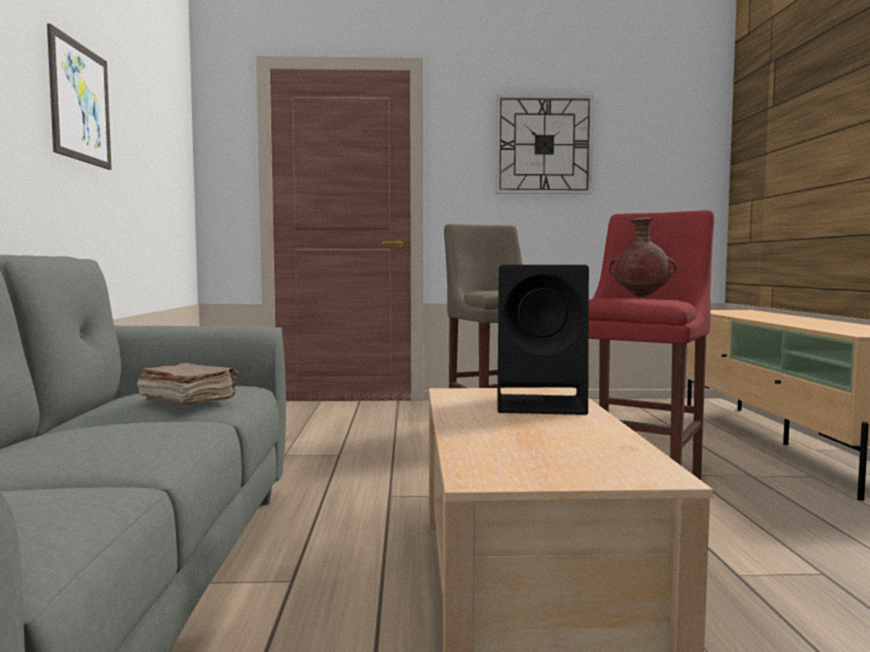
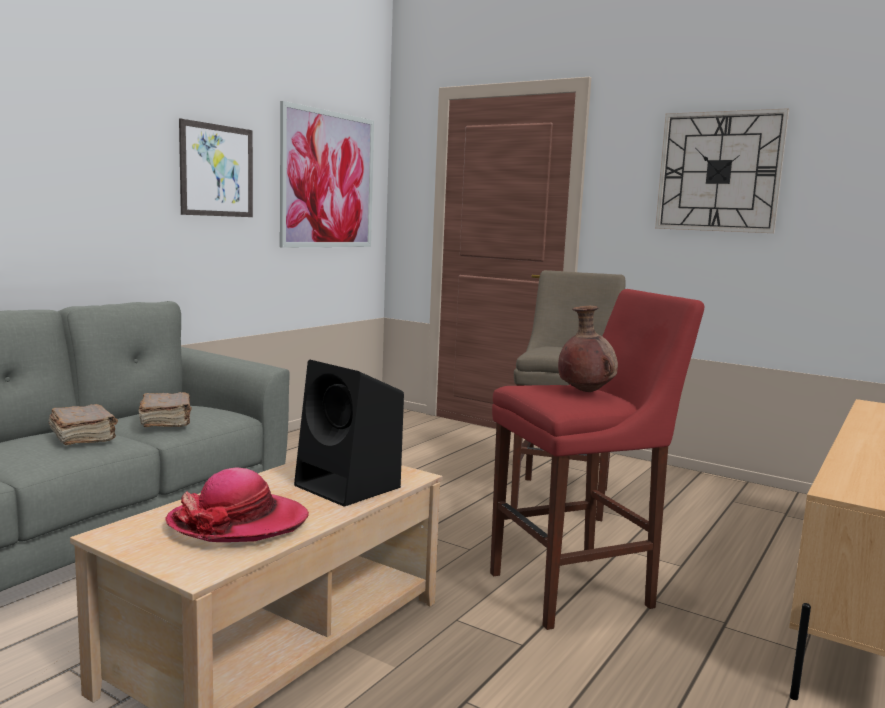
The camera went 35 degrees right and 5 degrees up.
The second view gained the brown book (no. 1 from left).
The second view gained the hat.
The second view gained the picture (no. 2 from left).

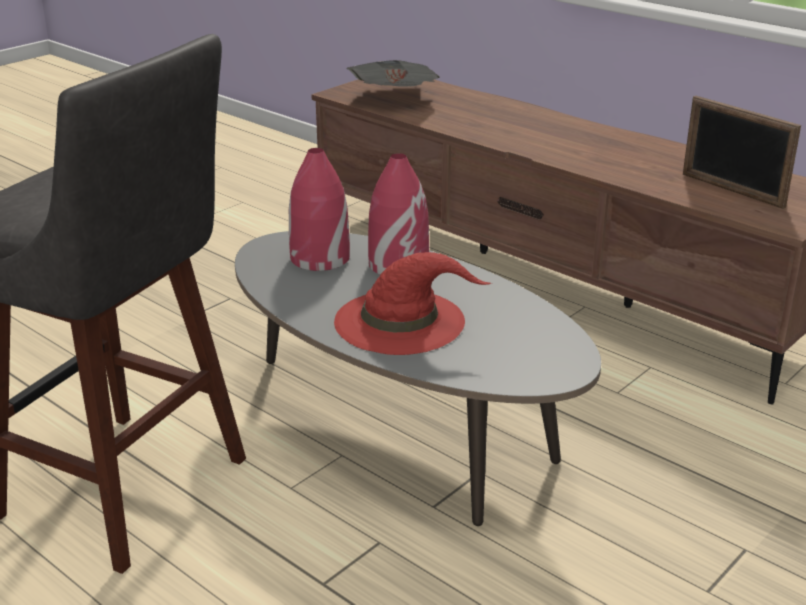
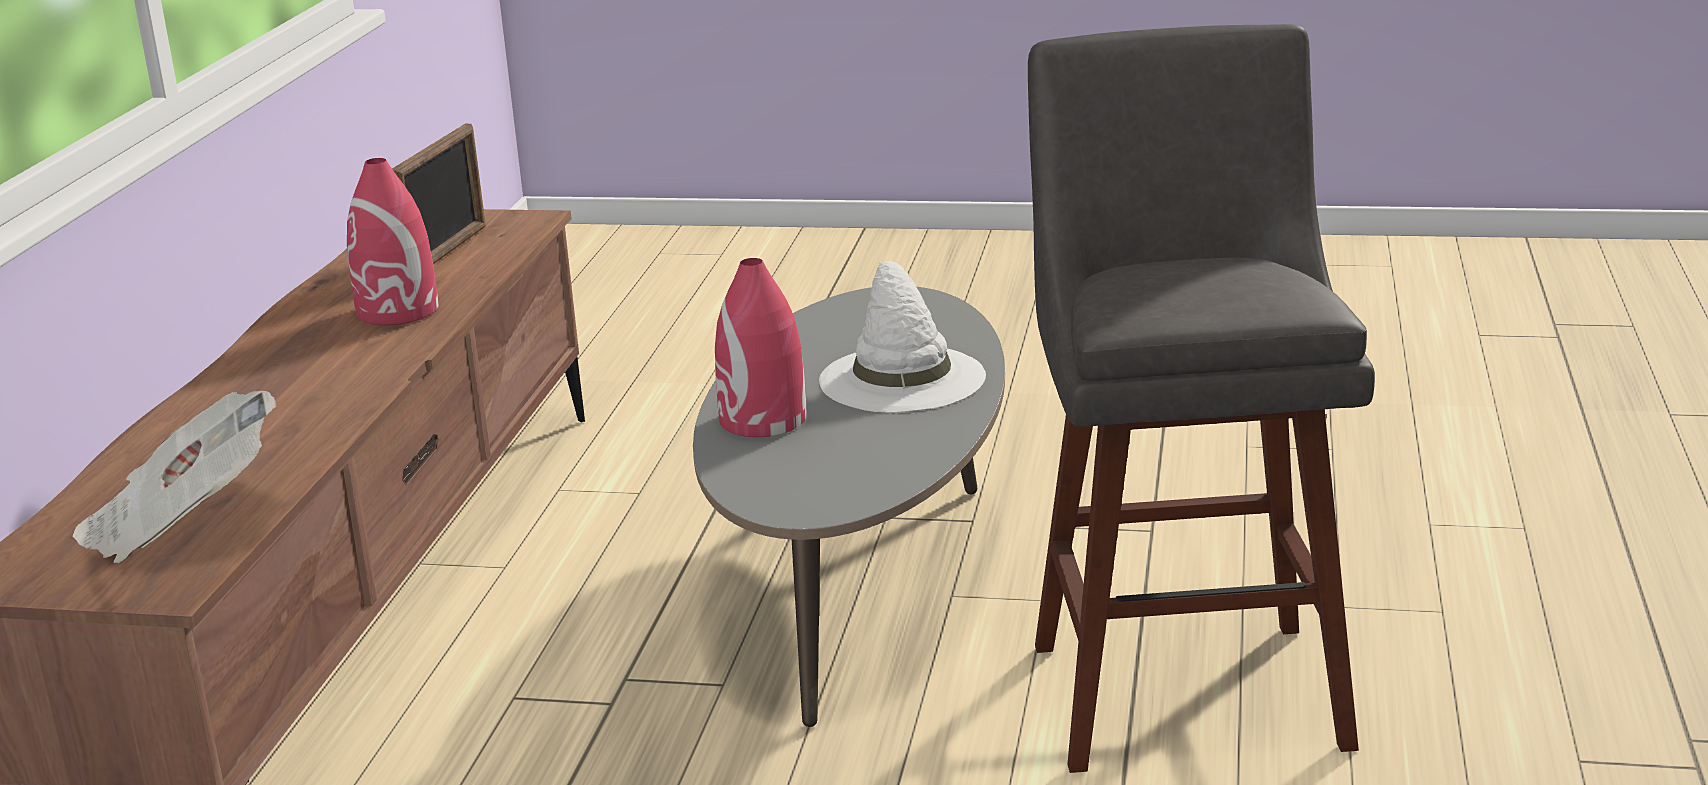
The camera went 120 degrees left and 5 degrees down.
The red vase (no. 1 from left) ended up elsewhere.
What was the red hat turned into the white hat.

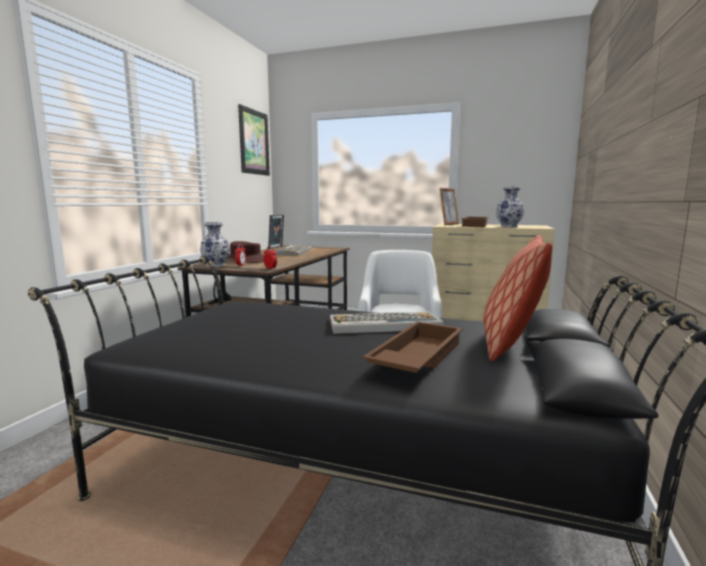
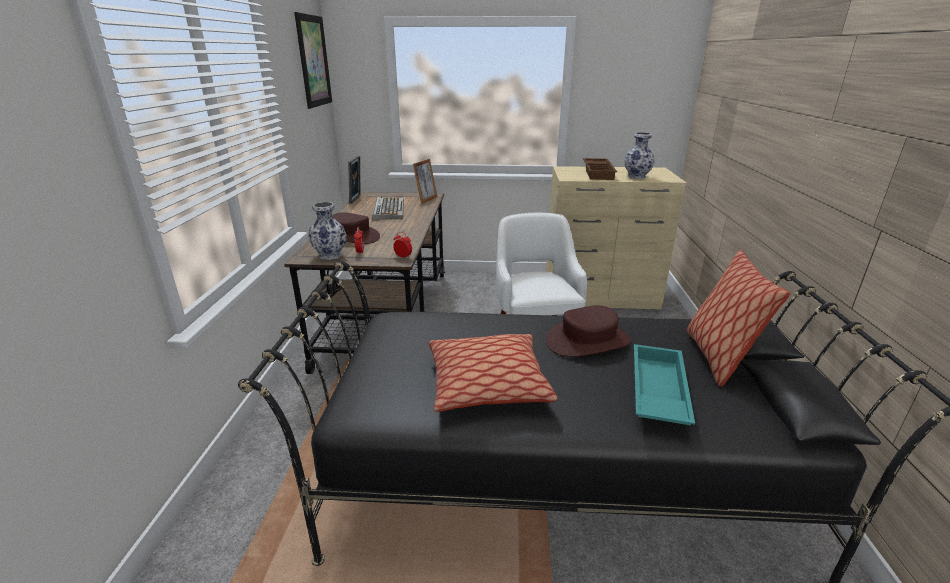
The camera went 15 degrees left and 15 degrees up.
The picture frame (no. 2 from left) ended up elsewhere.
The second view gained the pillow (no. 1 from left).
Where the keyboard (no. 2 from left) stood, the brown hat (no. 2 from left) came to stand.
What was the brown tray (no. 1 from left) turned into the turquoise tray.

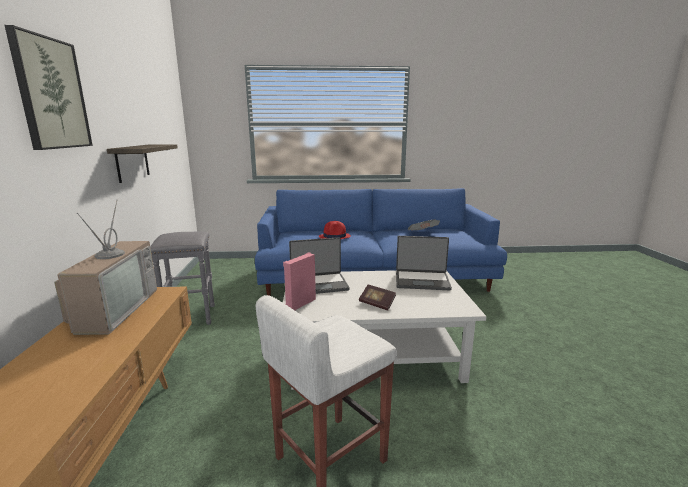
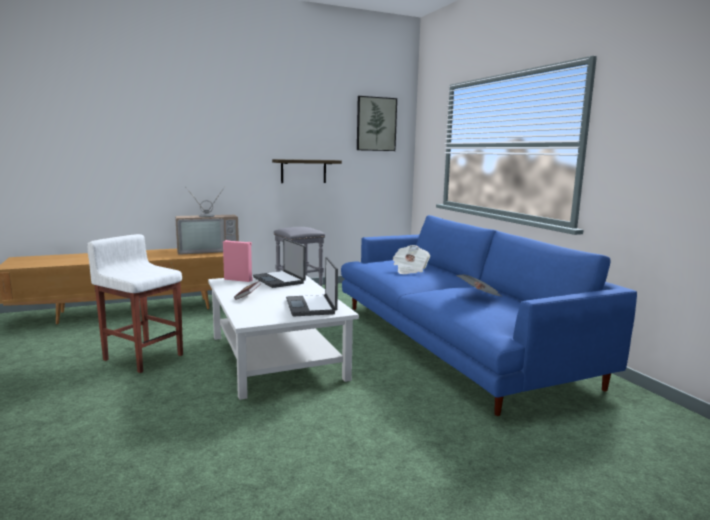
The camera went 70 degrees right and 5 degrees down.
The picture ended up elsewhere.
Where the red hat stood, the newspaper (no. 1 from left) came to stand.

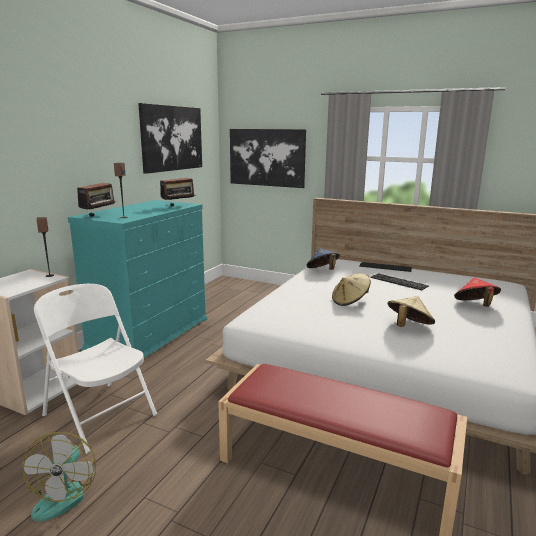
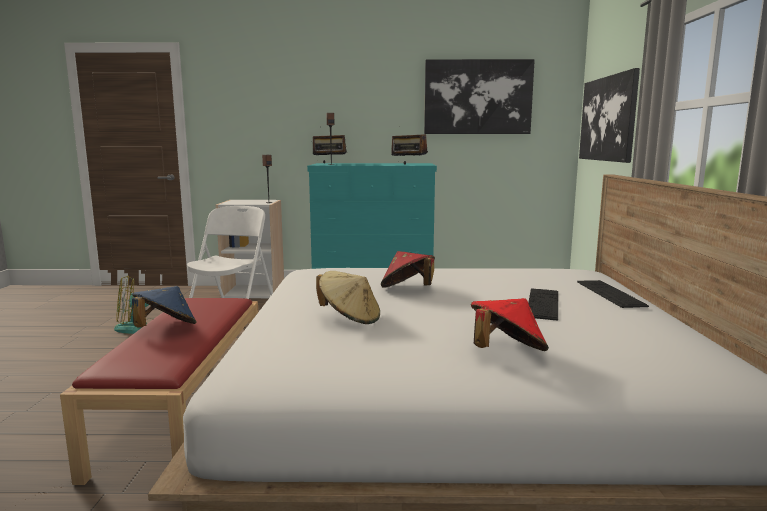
The camera went 65 degrees right and 5 degrees down.
The blue hat ended up elsewhere.
What was the beige hat (no. 1 from left) turned into the red hat (no. 1 from left).

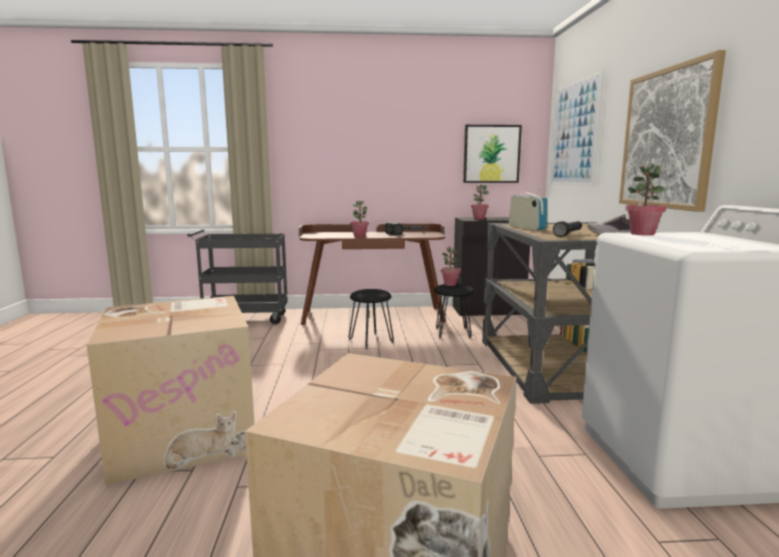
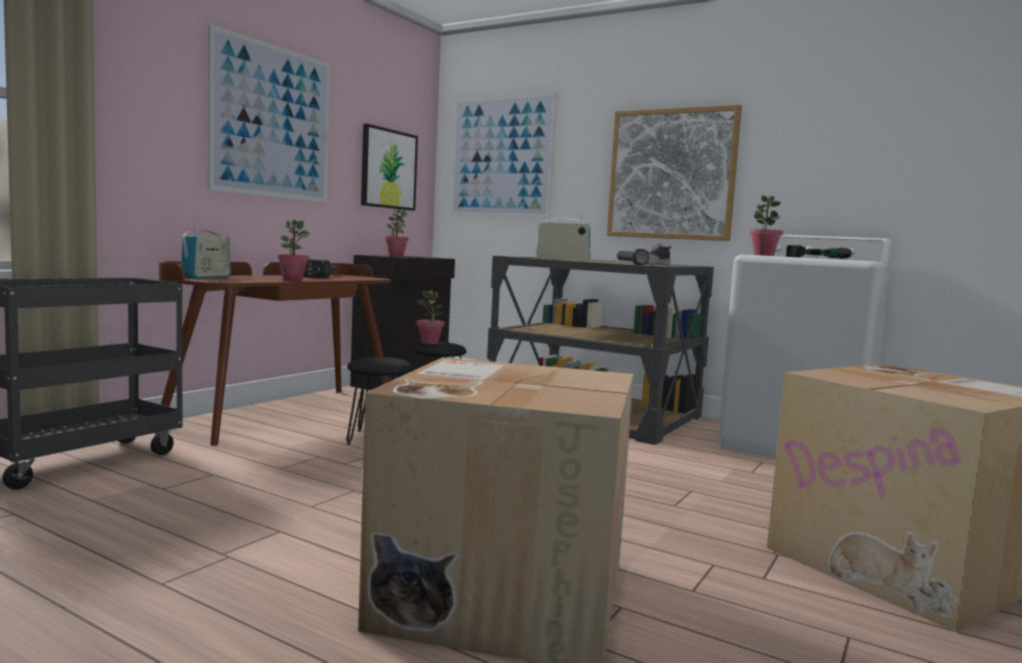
The camera went 55 degrees left and 5 degrees down.
The second view gained the radio (no. 1 from left).
The second view gained the picture (no. 1 from left).
The second view gained the power drill.

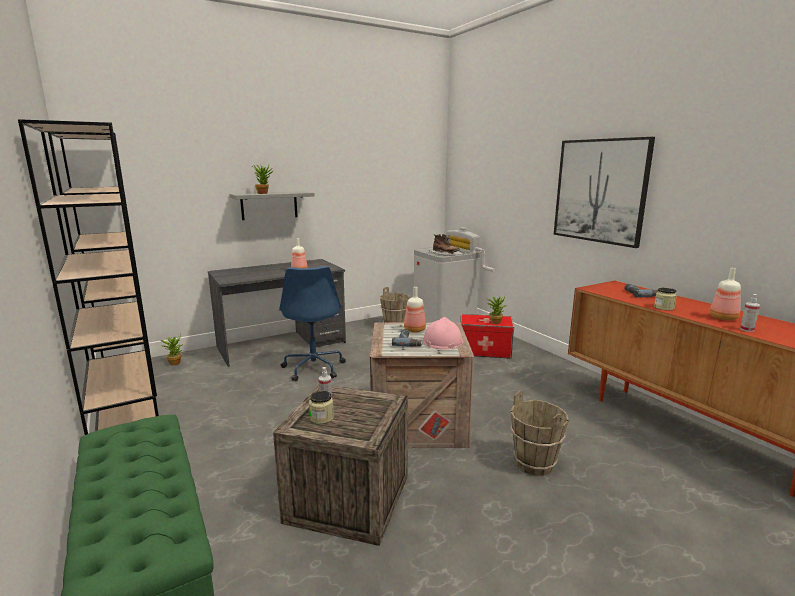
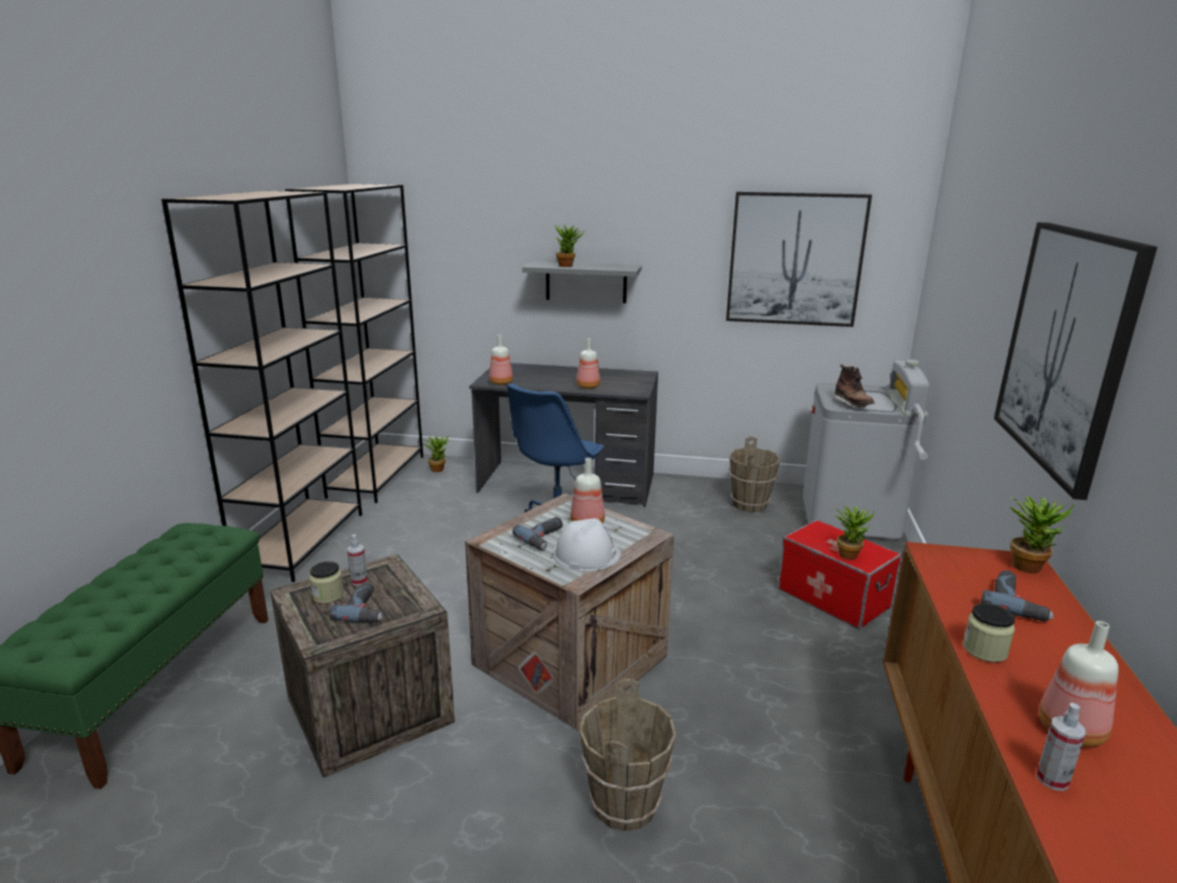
The camera went 40 degrees right and 5 degrees up.
The second view gained the power drill (no. 1 from left).
The second view gained the bottle (no. 1 from left).
What was the pink hard hat turned into the white hard hat.
The second view gained the picture (no. 1 from left).
The second view gained the potted plant (no. 4 from left).

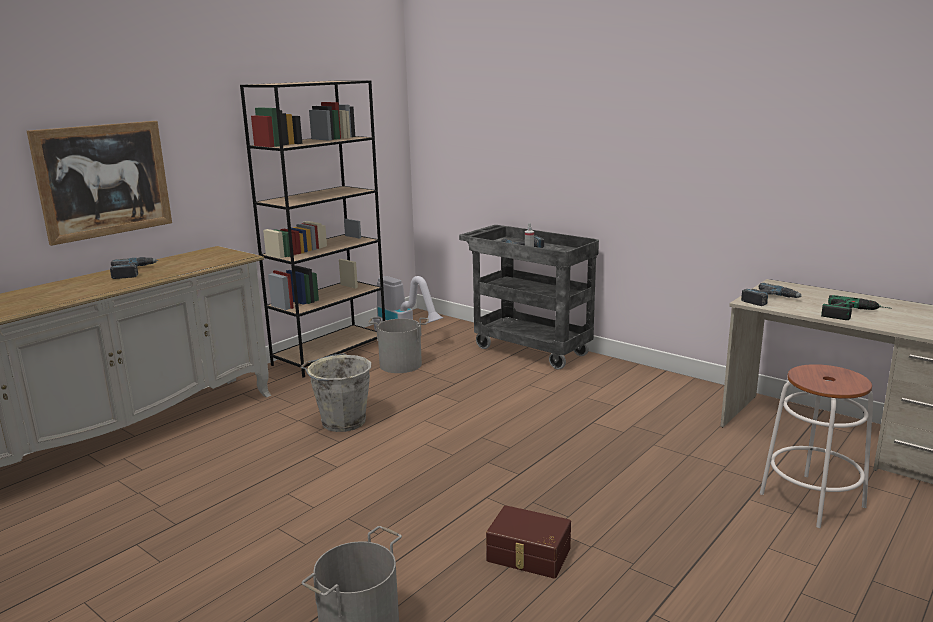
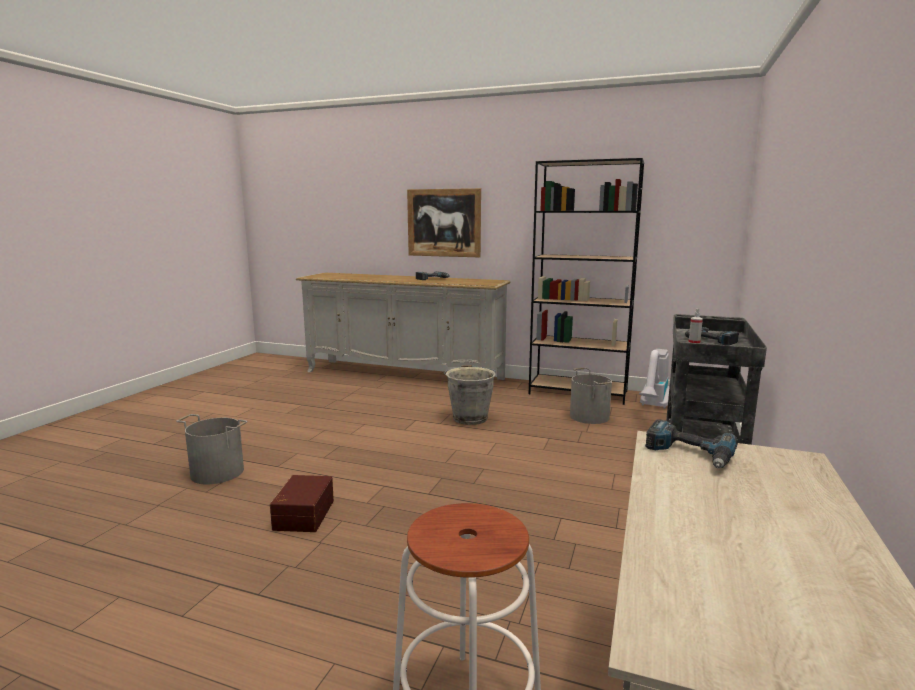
The camera went 70 degrees right and 5 degrees down.
The second view lost the power drill (no. 4 from left).

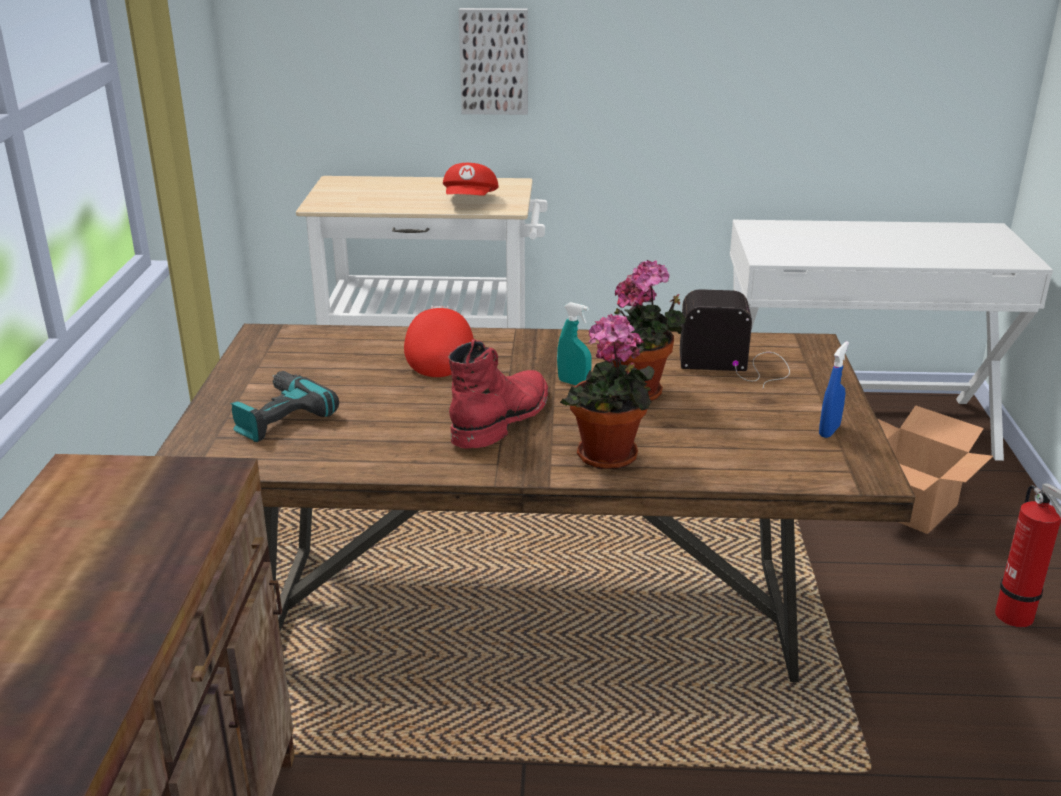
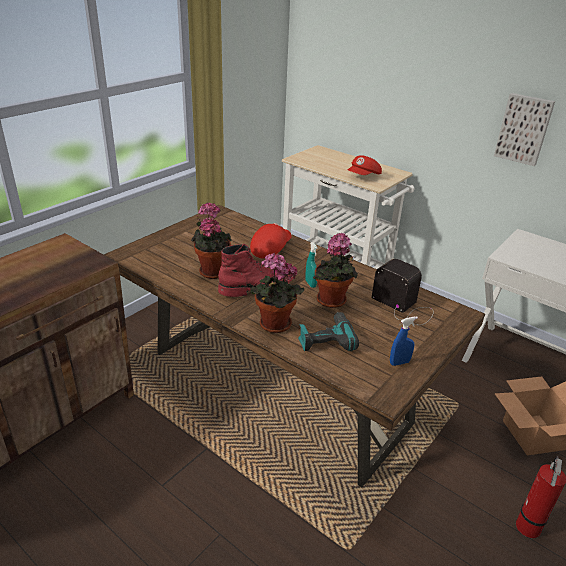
The camera went 35 degrees right and 5 degrees up.
The second view gained the potted plant (no. 1 from left).
The power drill ended up elsewhere.
The picture ended up elsewhere.

